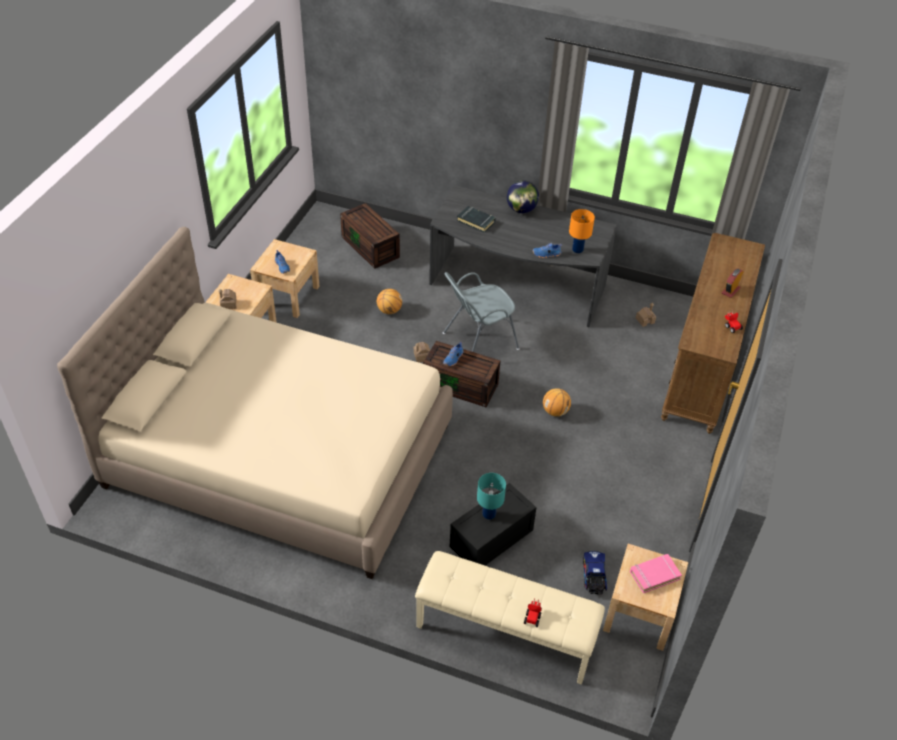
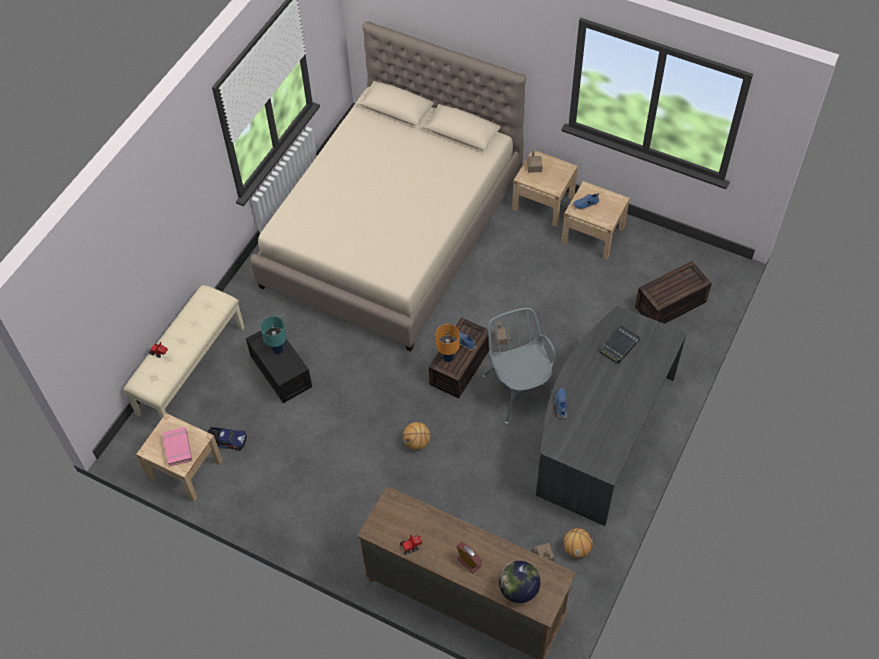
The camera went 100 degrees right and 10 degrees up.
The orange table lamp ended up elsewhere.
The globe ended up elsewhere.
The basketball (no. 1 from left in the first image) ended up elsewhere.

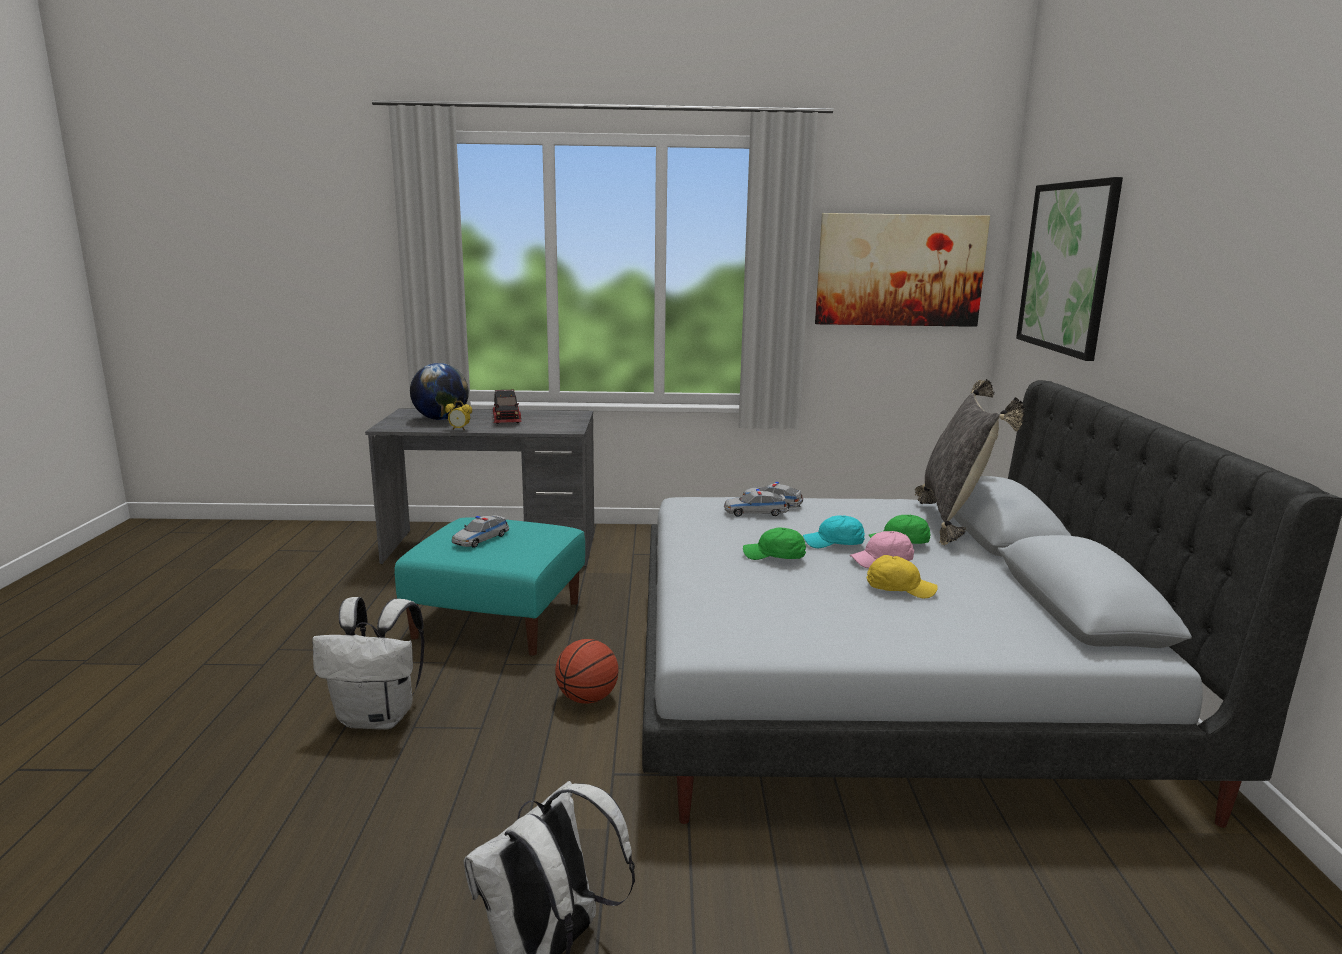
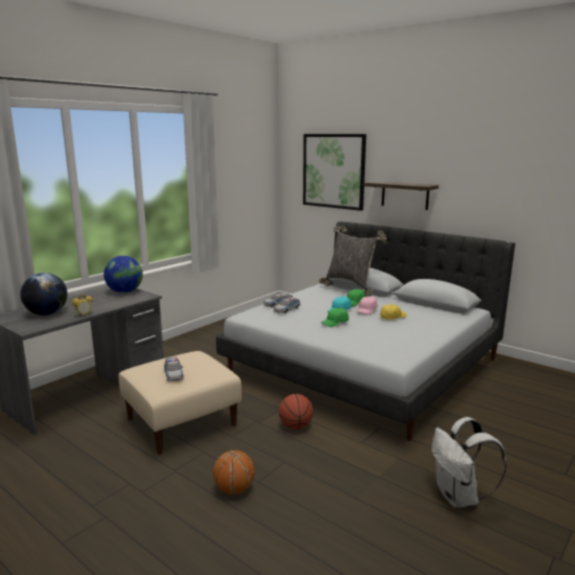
The camera went 50 degrees left and 0 degrees up.
The second view gained the globe (no. 2 from left).
What was the turquoise ottoman turned into the beige ottoman.
Where the white backpack (no. 1 from left) stood, the basketball (no. 1 from left) came to stand.
The second view gained the shelf.
The second view lost the toy truck.
The second view lost the picture (no. 1 from left).

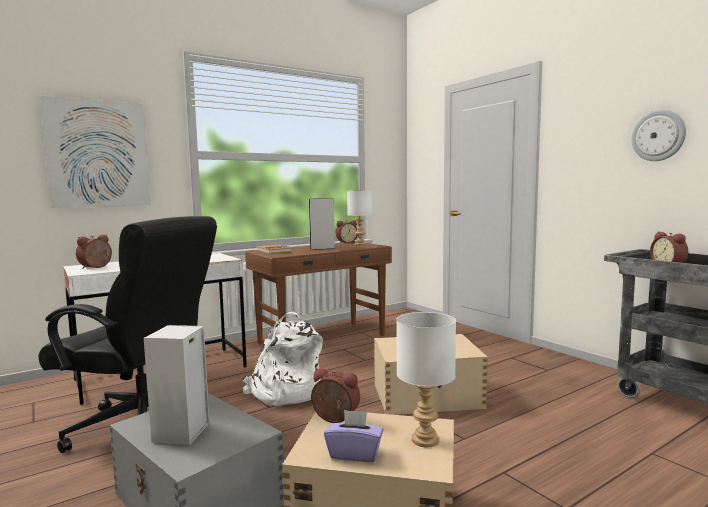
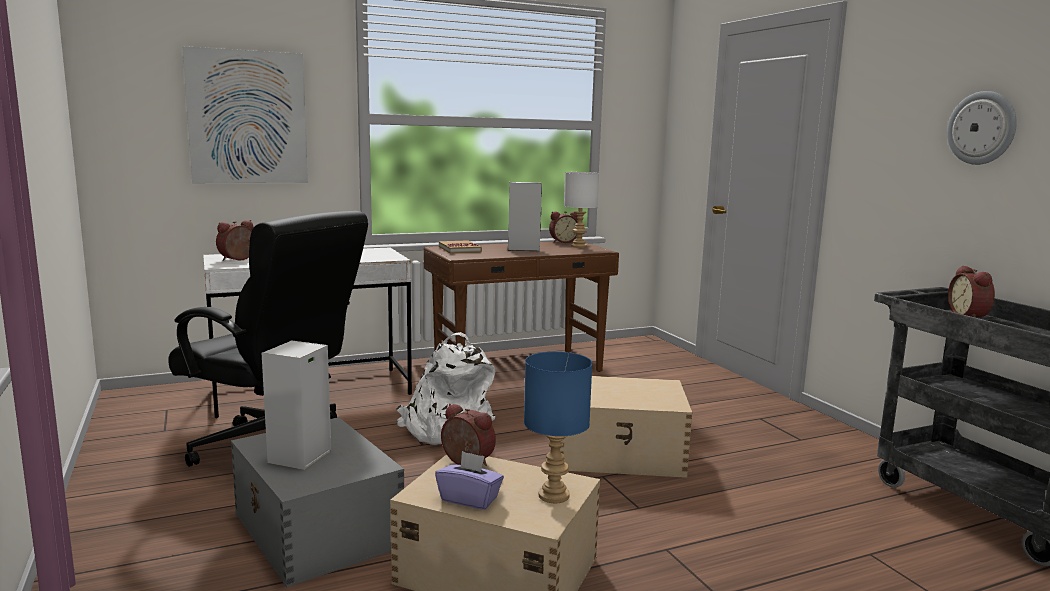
The camera went 10 degrees right and 5 degrees up.
What was the white table lamp (no. 2 from left) turned into the blue table lamp.

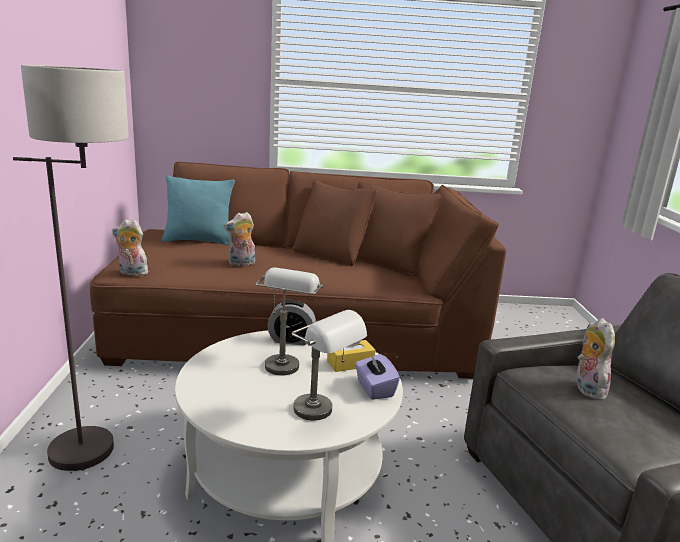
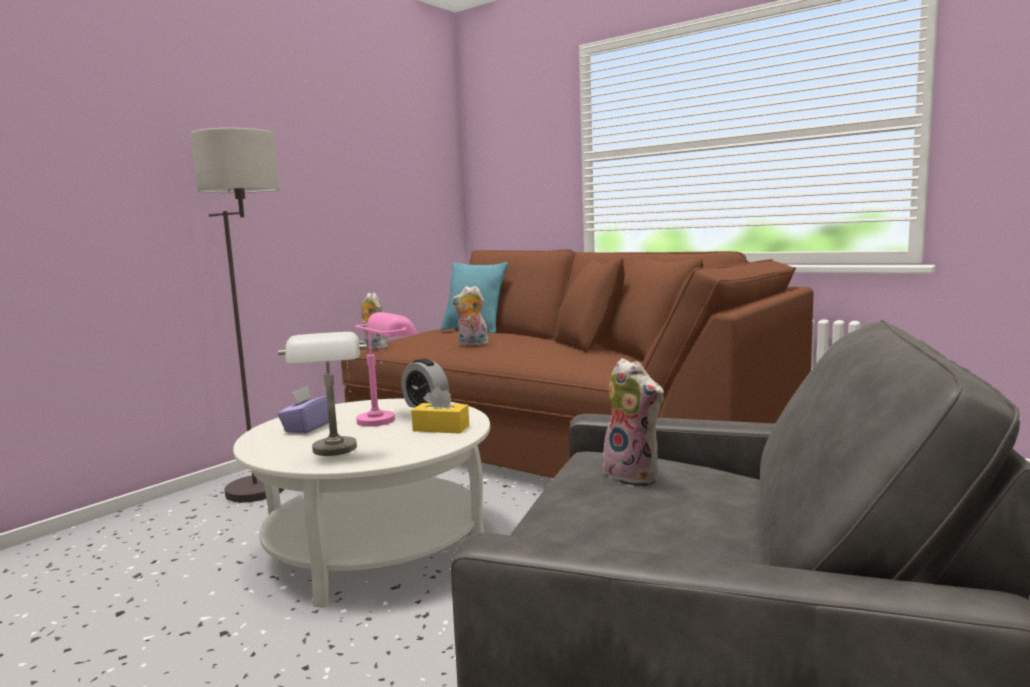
The camera went 40 degrees right and 10 degrees down.
The purple tissue box ended up elsewhere.
What was the grey table lamp (no. 1 from left) turned into the pink table lamp.
The plush toy (no. 3 from left) ended up facing another way, 105 degrees clockwise from before.

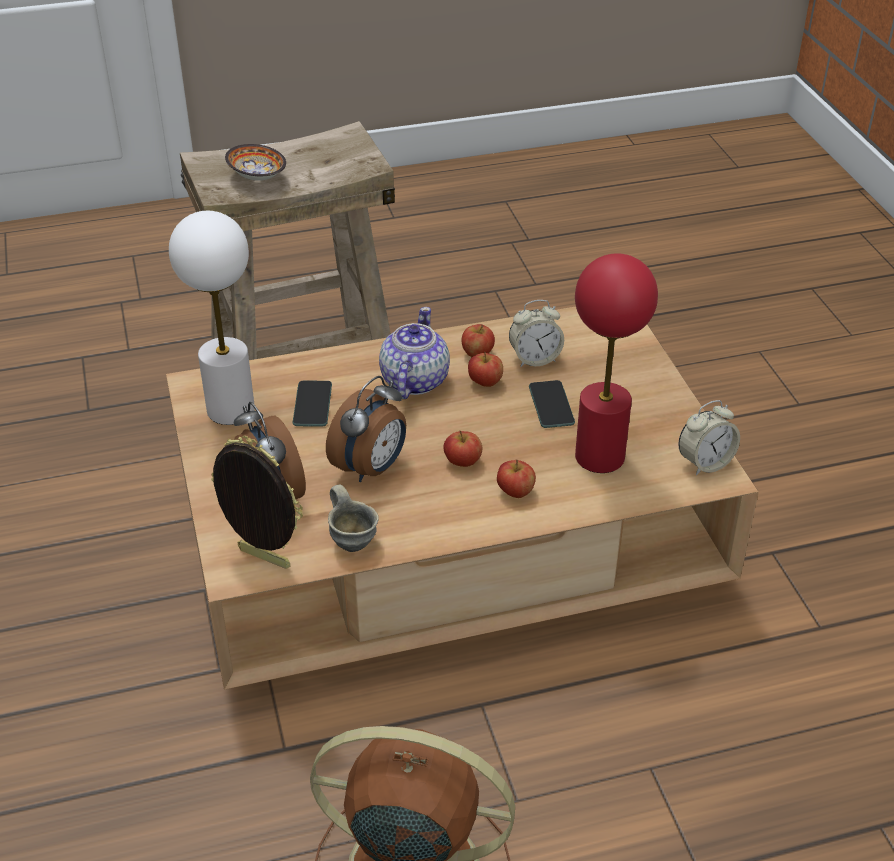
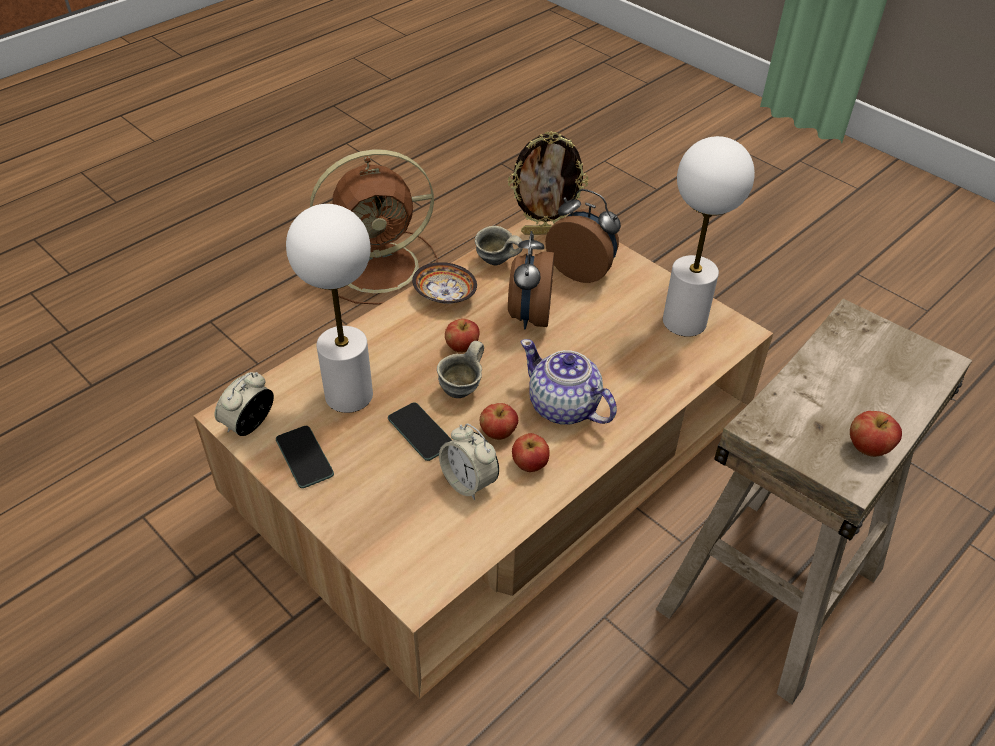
The camera went 150 degrees right and 5 degrees up.
The phone (no. 1 from left) ended up elsewhere.
What was the red table lamp turned into the white table lamp (no. 1 from left).
The bowl ended up elsewhere.
The second view gained the grey mug (no. 1 from left).
The alarm clock (no. 3 from left in the first image) ended up facing another way, 90 degrees counterclockwise from before.
The teapot ended up facing another way, 150 degrees clockwise from before.
The apple (no. 4 from left) ended up elsewhere.

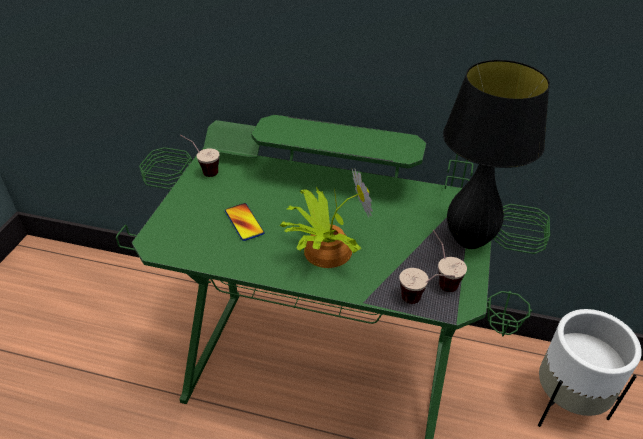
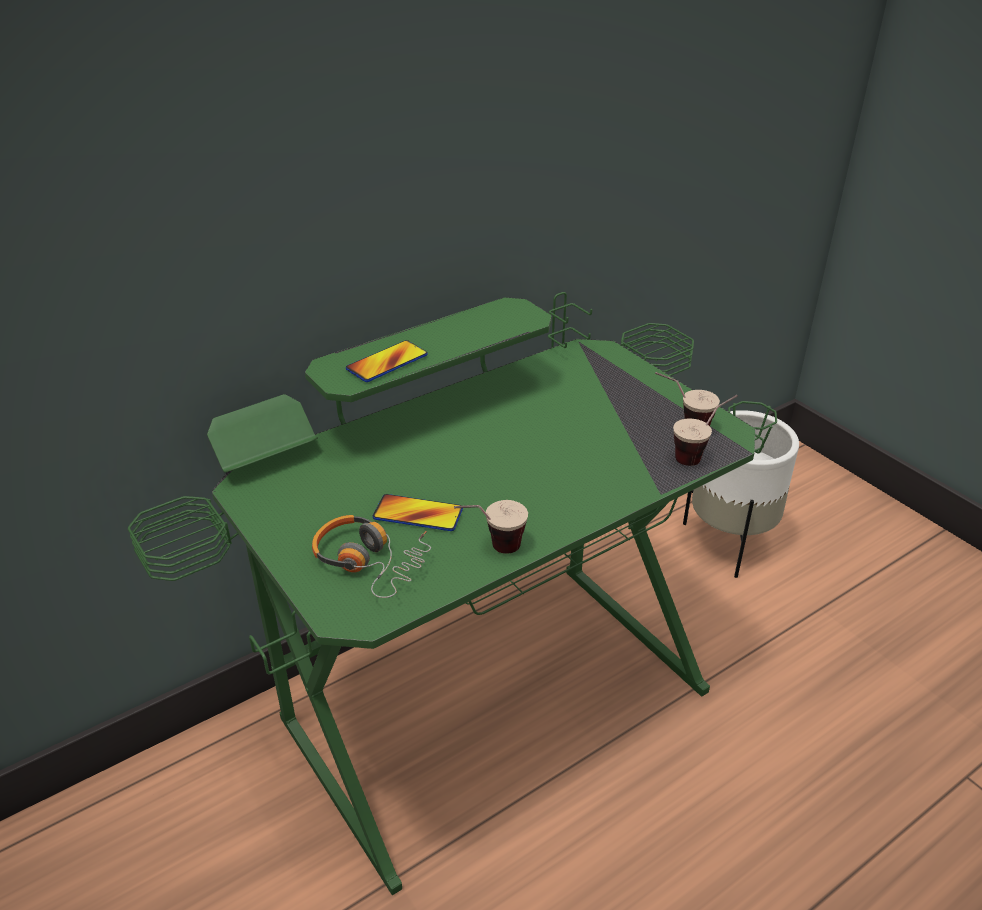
The camera went 50 degrees left and 5 degrees down.
The second view gained the headphones.
The second view gained the phone (no. 1 from left).
The cup (no. 1 from left) ended up elsewhere.
The second view lost the potted plant.
The second view lost the black table lamp.

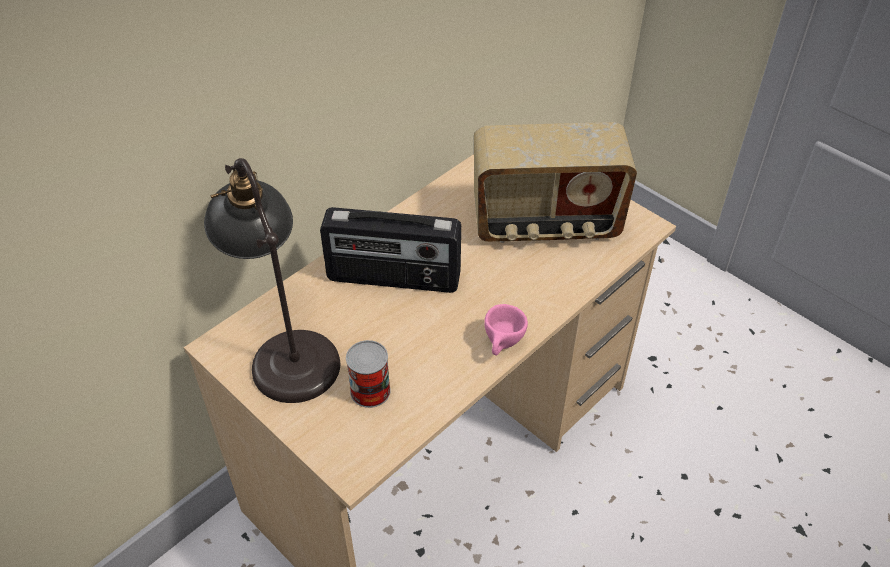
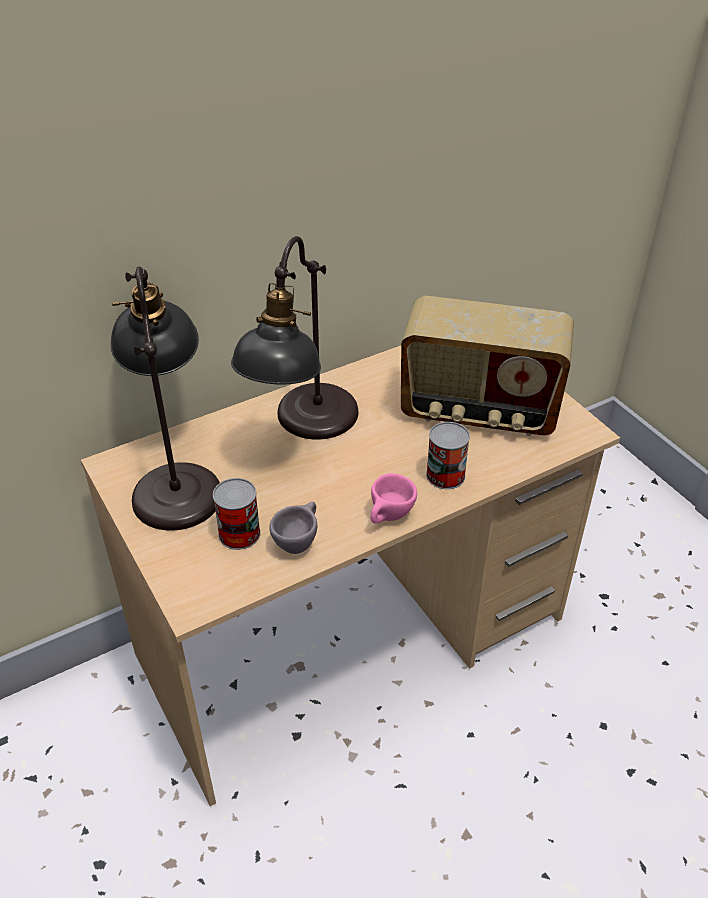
The camera went 15 degrees right and 5 degrees down.
Where the radio (no. 1 from left) stood, the grey table lamp (no. 2 from left) came to stand.
The second view gained the grey cup.
The second view gained the can (no. 2 from left).

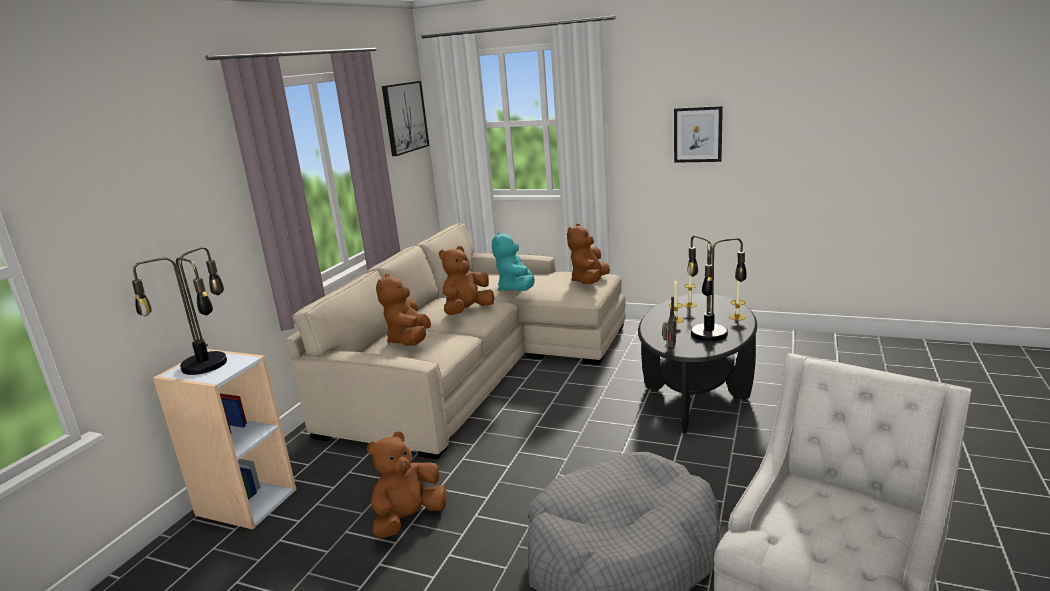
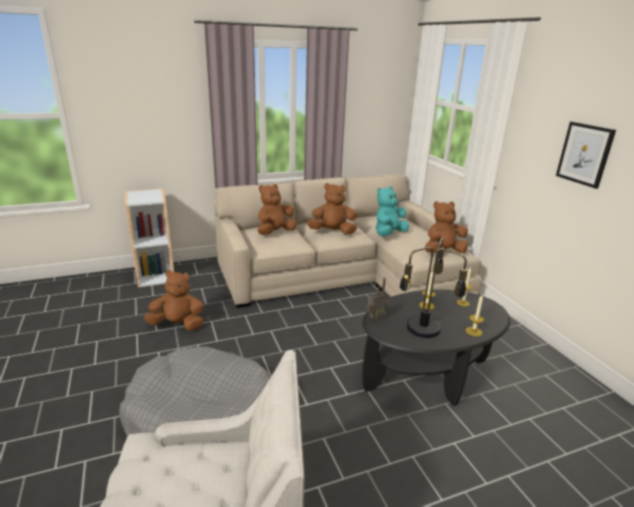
The camera went 45 degrees right and 5 degrees up.
The second view lost the table lamp (no. 1 from left).
The second view lost the picture (no. 1 from left).

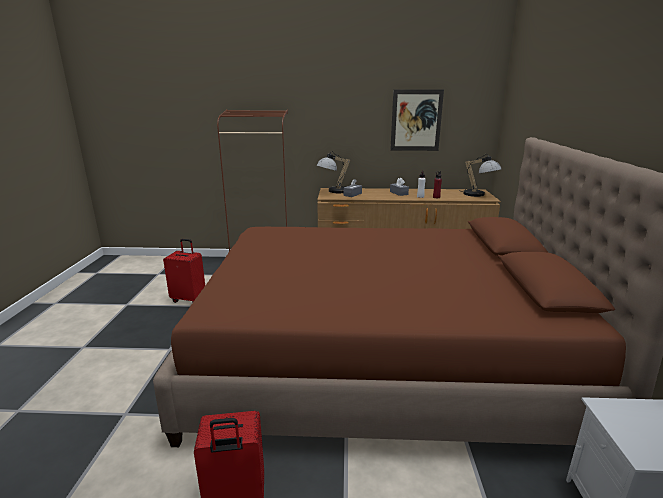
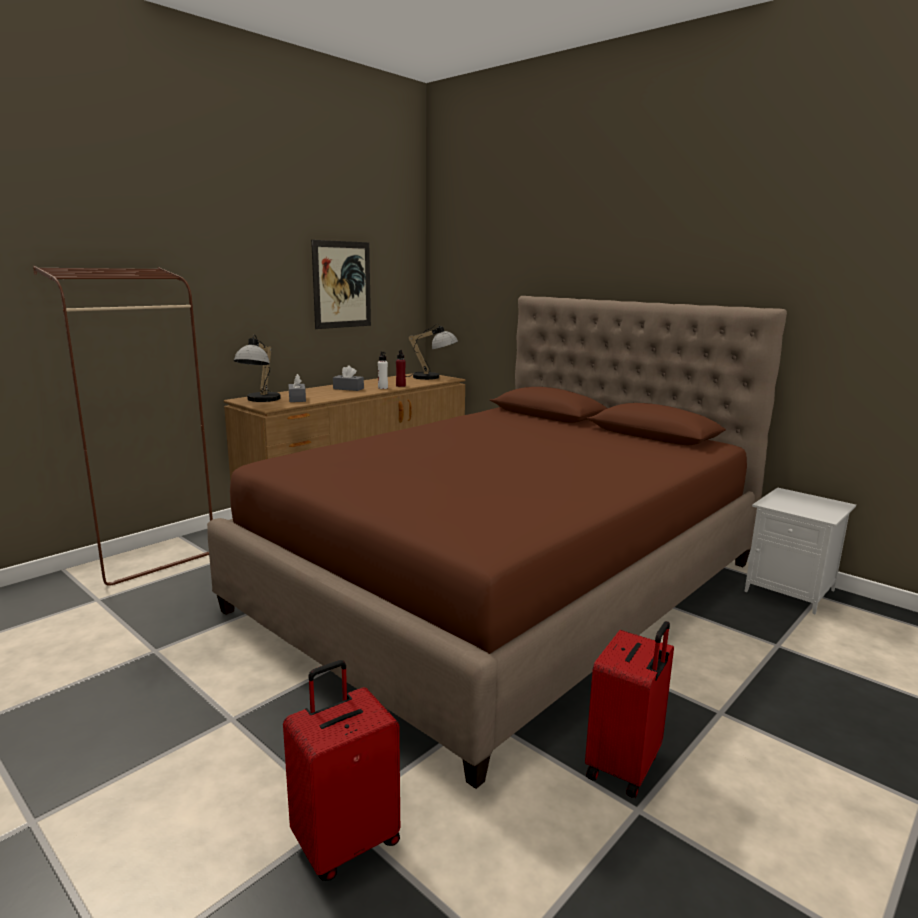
The camera went 50 degrees left and 5 degrees down.
The red suitcase (no. 1 from left) ended up elsewhere.

